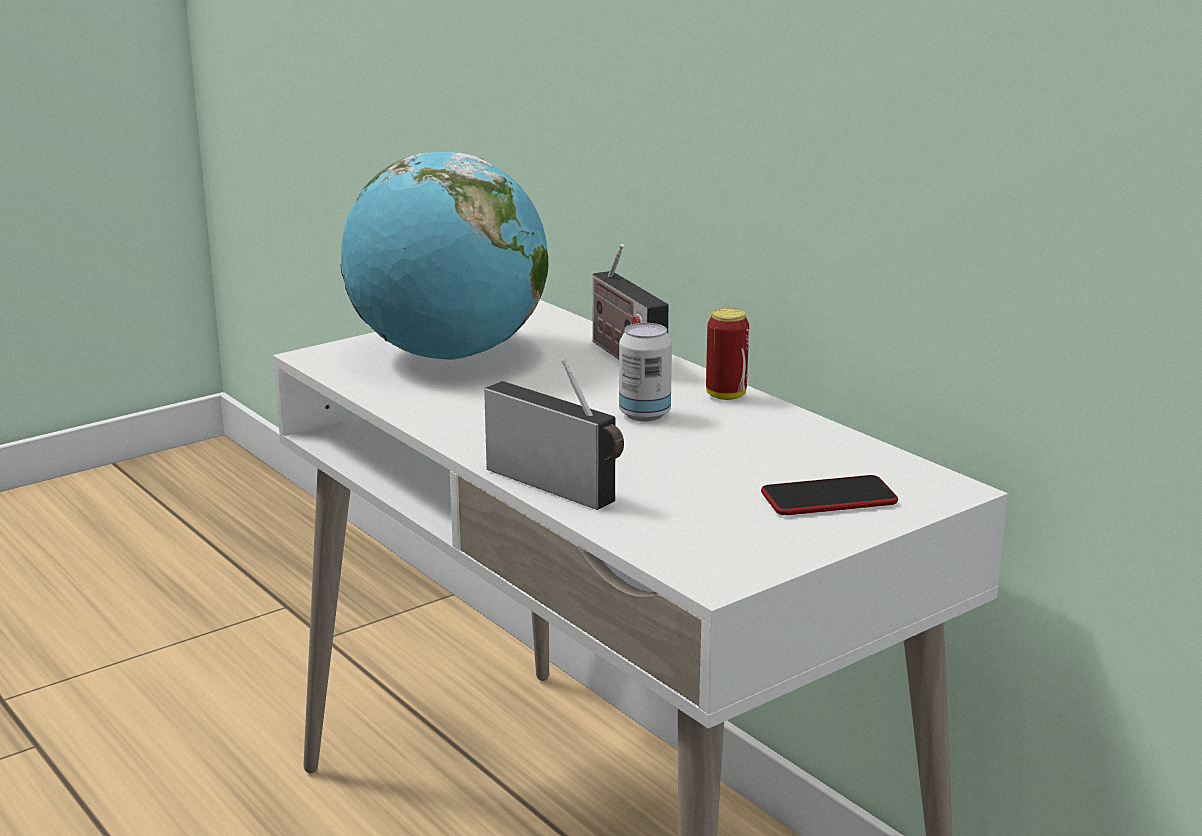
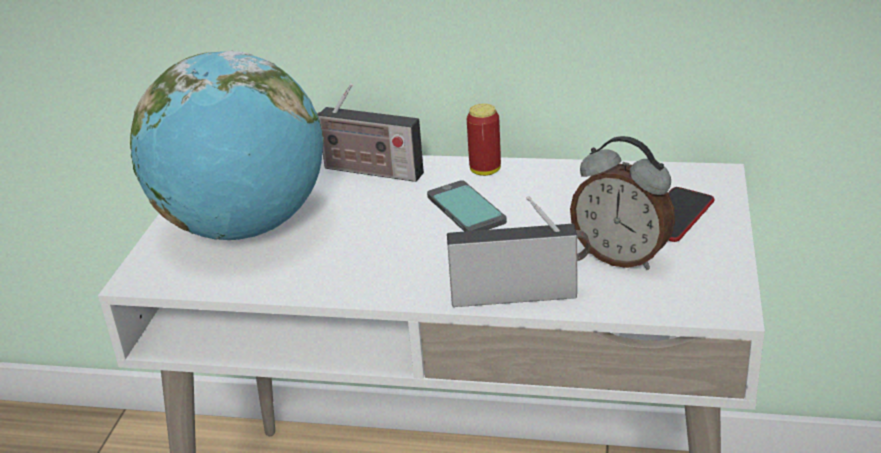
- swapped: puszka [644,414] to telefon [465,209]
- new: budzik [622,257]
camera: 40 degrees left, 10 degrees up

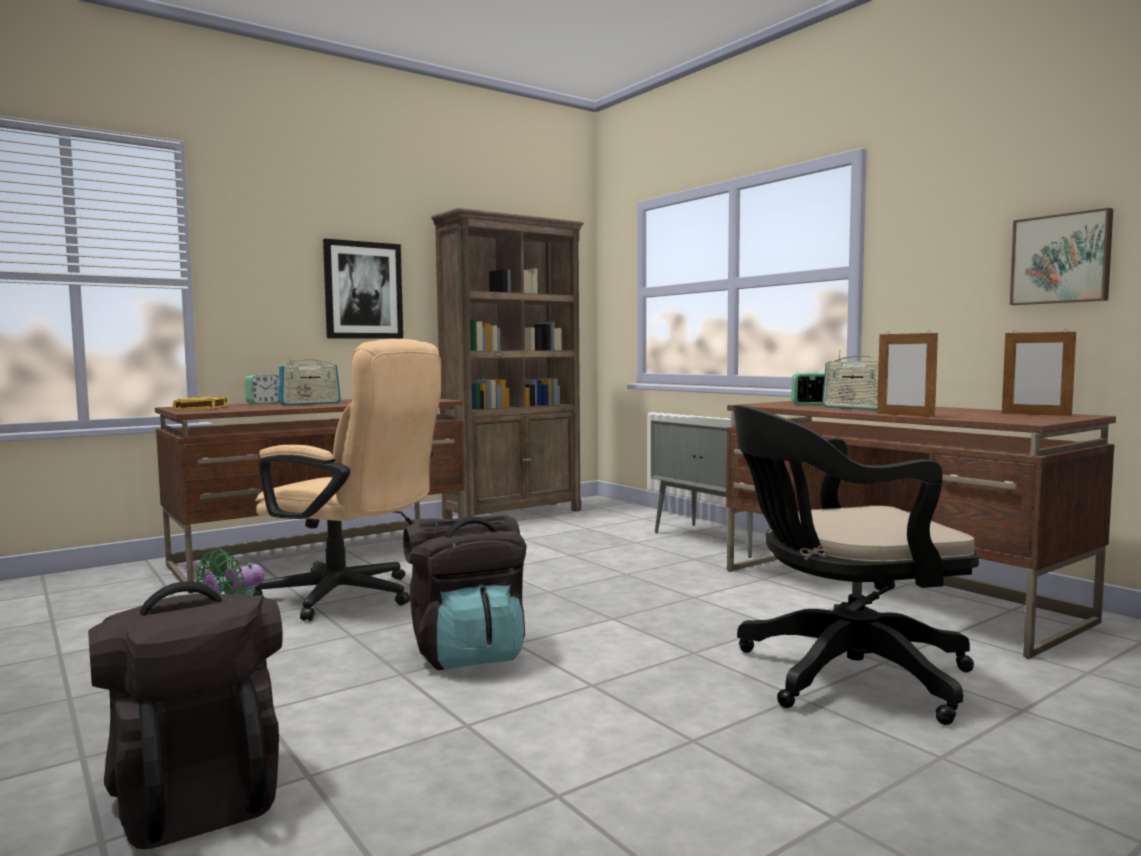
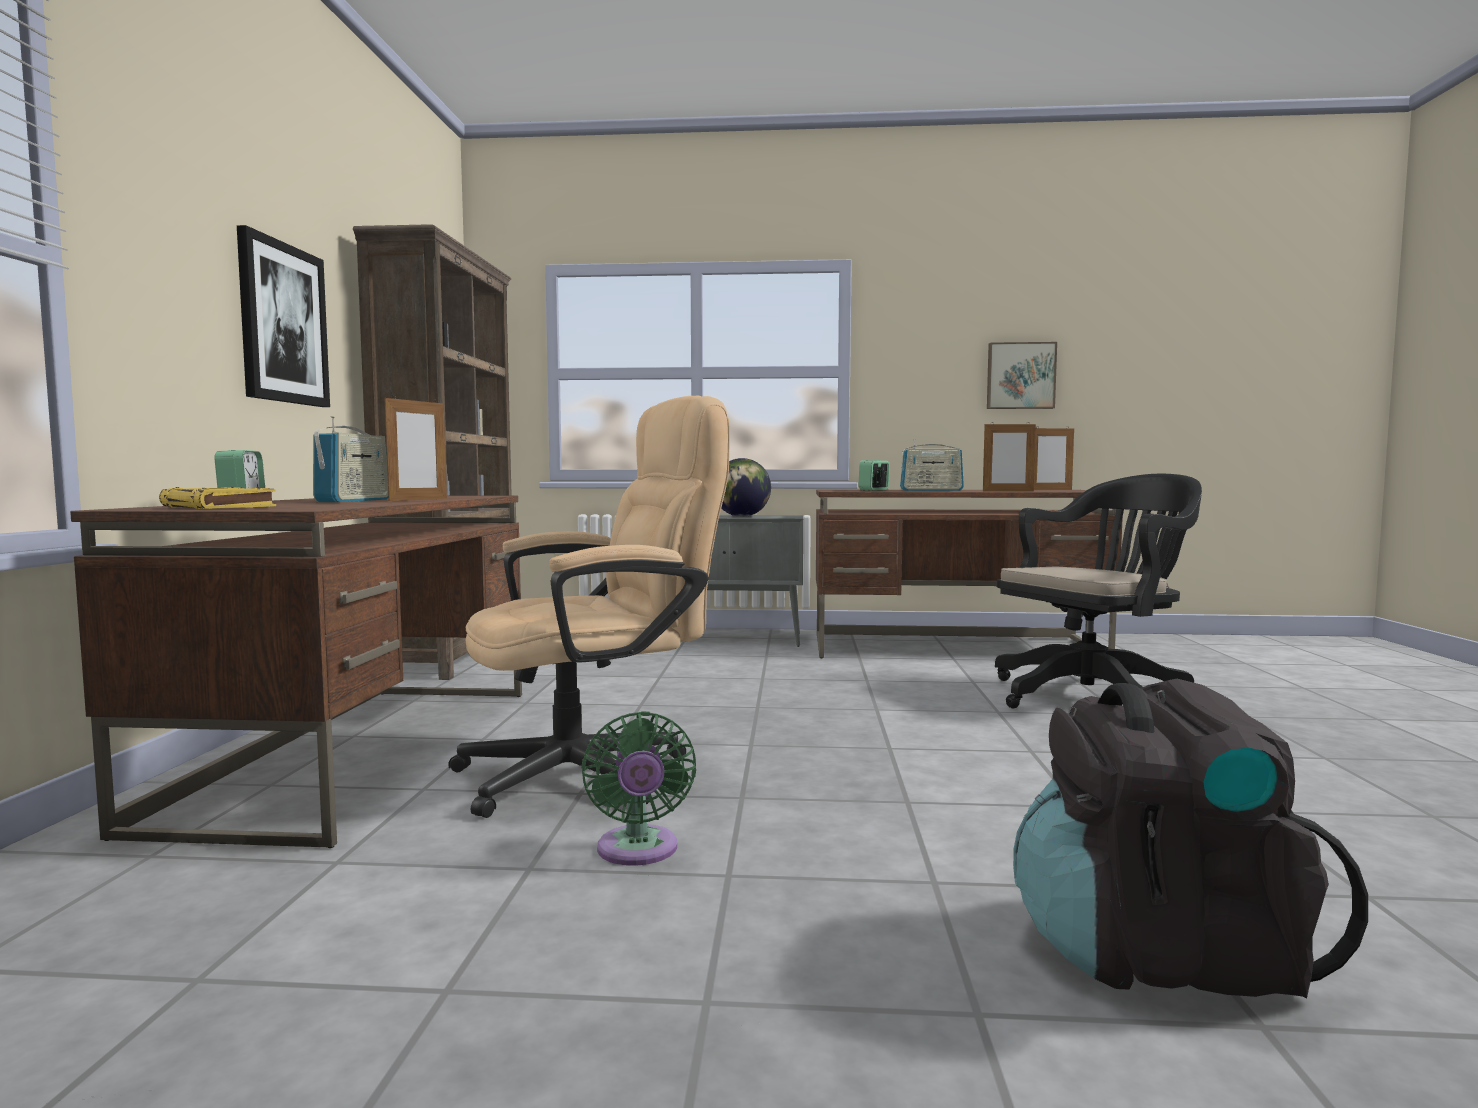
- rotated: krzesło biurowe (czarny) [841,675] = [1094,696] 150 degrees counterclockwise
- gone: plecak (czarny) [467,653]
- new: ramka na zdjęcie [418,500]
- new: globus [741,516]
camera: 50 degrees left, 0 degrees up

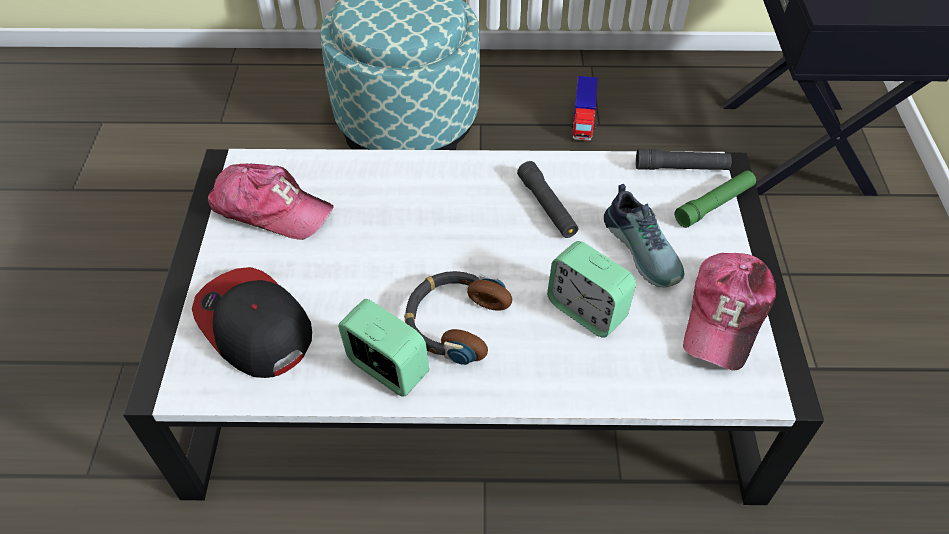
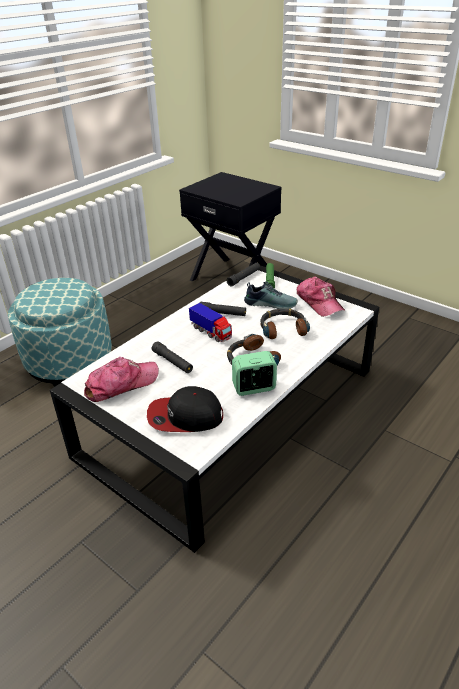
- shifted: ciężarówka zabawkowa [583,121] to [211,332]
- swapped: budzik [586,310] to słuchawki [283,328]
- new: latarka (czarny) [172,362]
camera: 50 degrees left, 15 degrees down

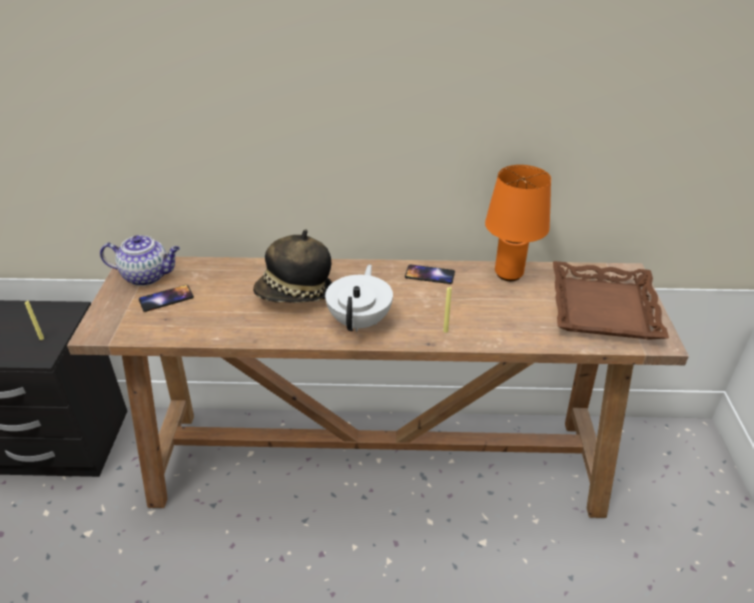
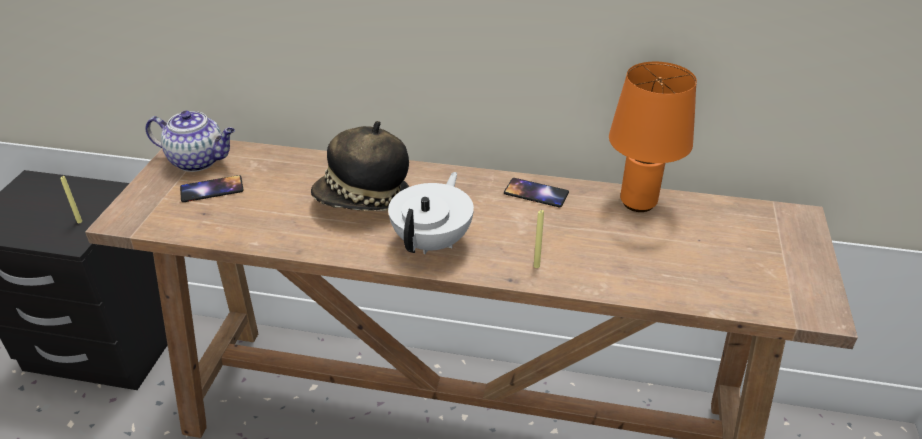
- gone: taca (brązowy) [604,308]
camera: 10 degrees right, 0 degrees up

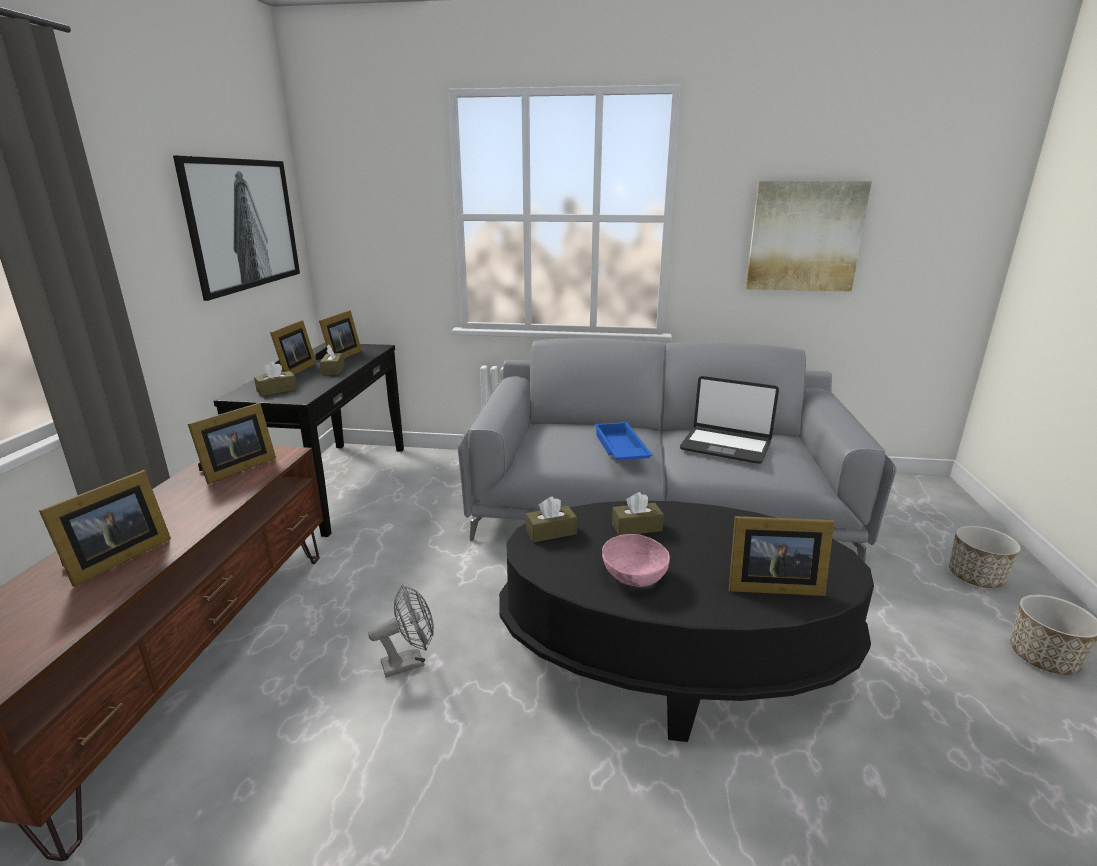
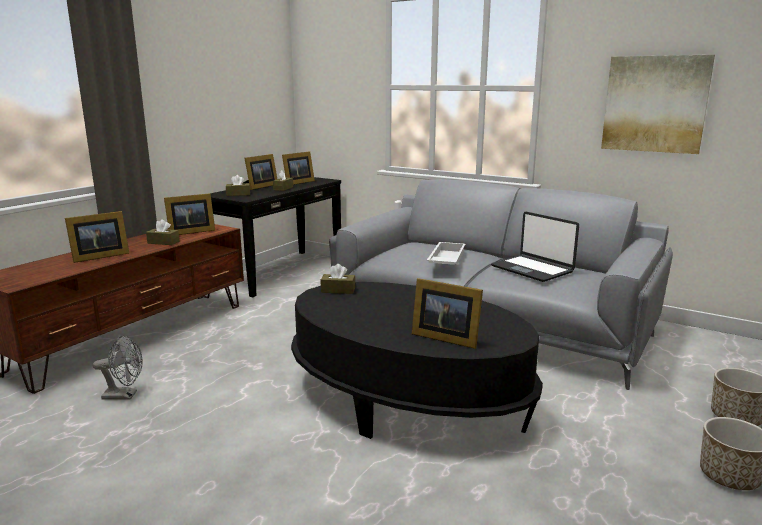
- gone: obraz [242,224]
- repainted: taca (niebieski) [619,449] to taca (biały) [445,260]
- shifted: pudełko chusteczek (brązowy) [636,527] to [163,242]
- gone: miska (różowy) [634,576]
- shifted: wentylator (szary) [410,662] to [125,395]
camera: 25 degrees right, 5 degrees down

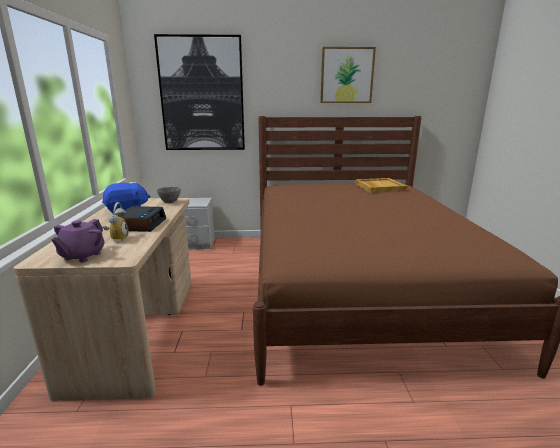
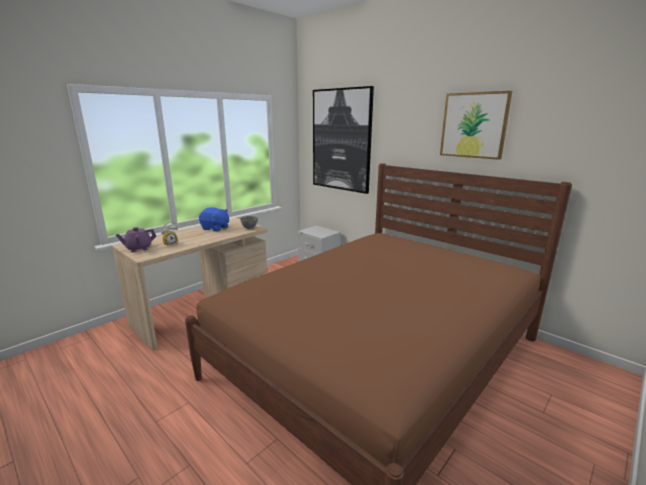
- gone: taca (beżowy) [379,187]
- gone: budzik [140,224]
camera: 45 degrees right, 0 degrees up

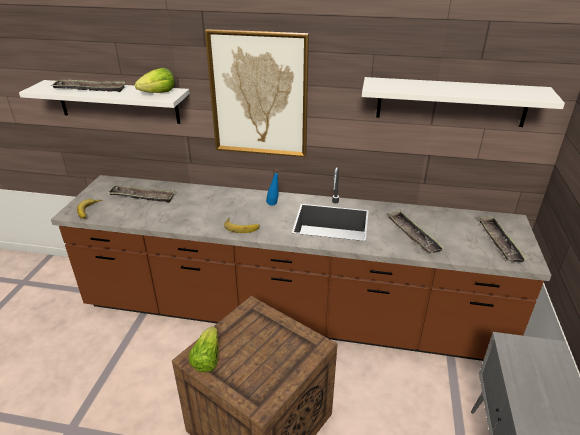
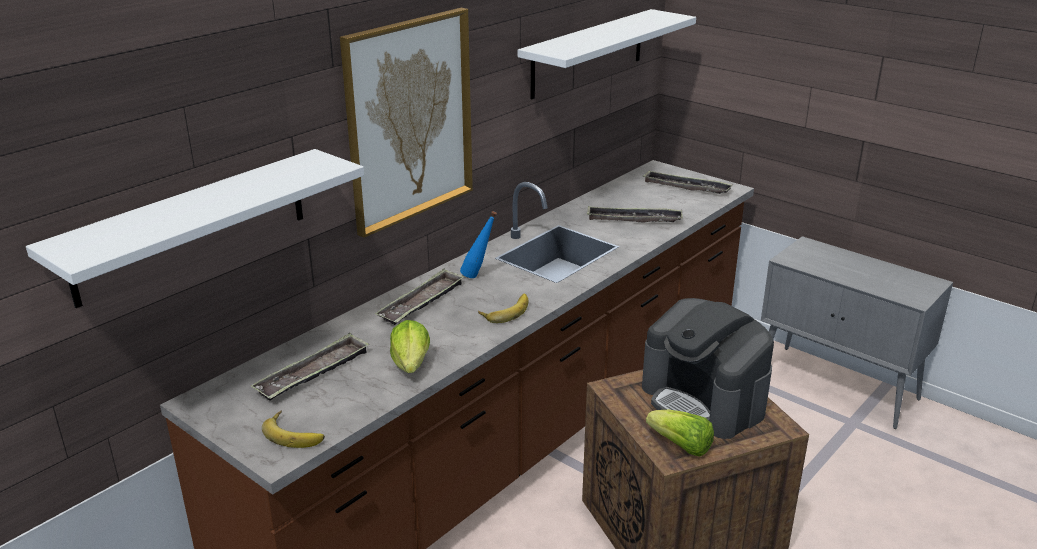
- shifted: sałata [158,93] to [411,364]
- shifted: taca [90,89] to [422,302]
- new: ekspres do kawy [704,400]
camera: 60 degrees left, 5 degrees down

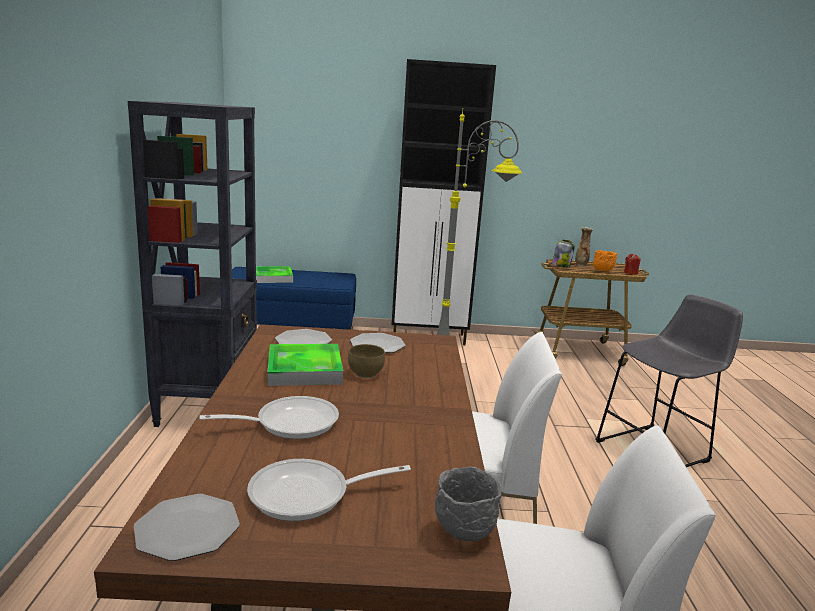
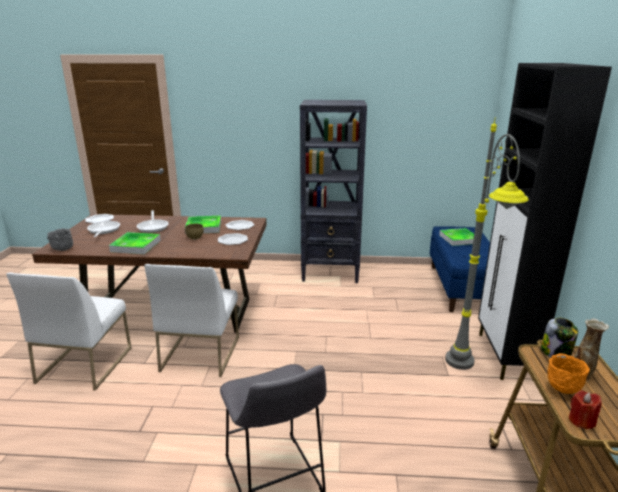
- new: taca [136,246]
camera: 95 degrees right, 5 degrees up

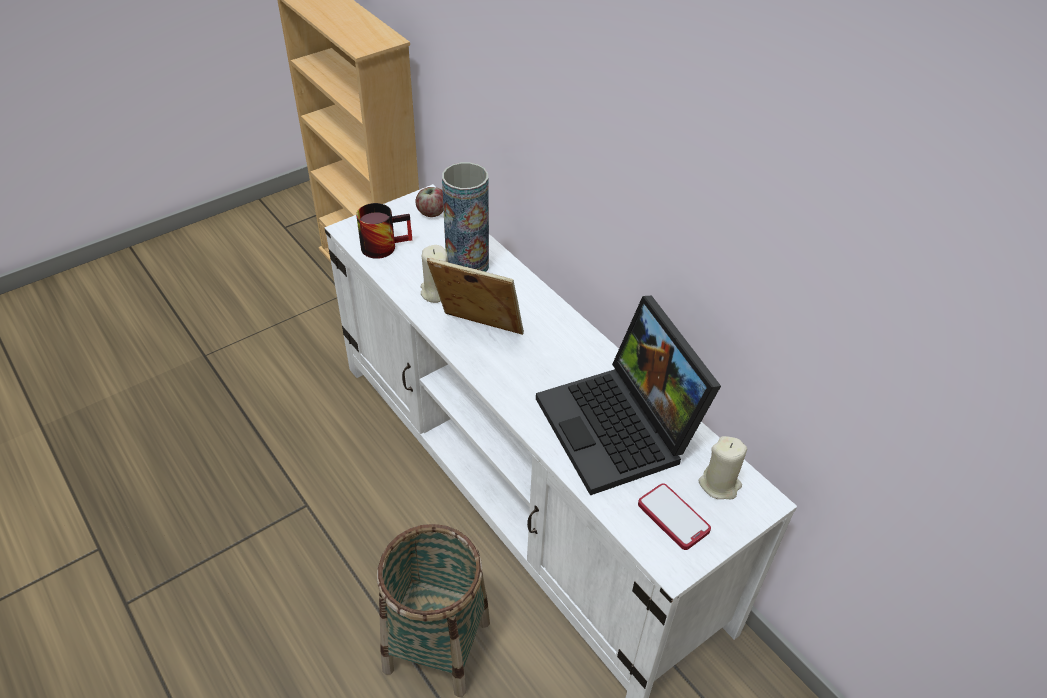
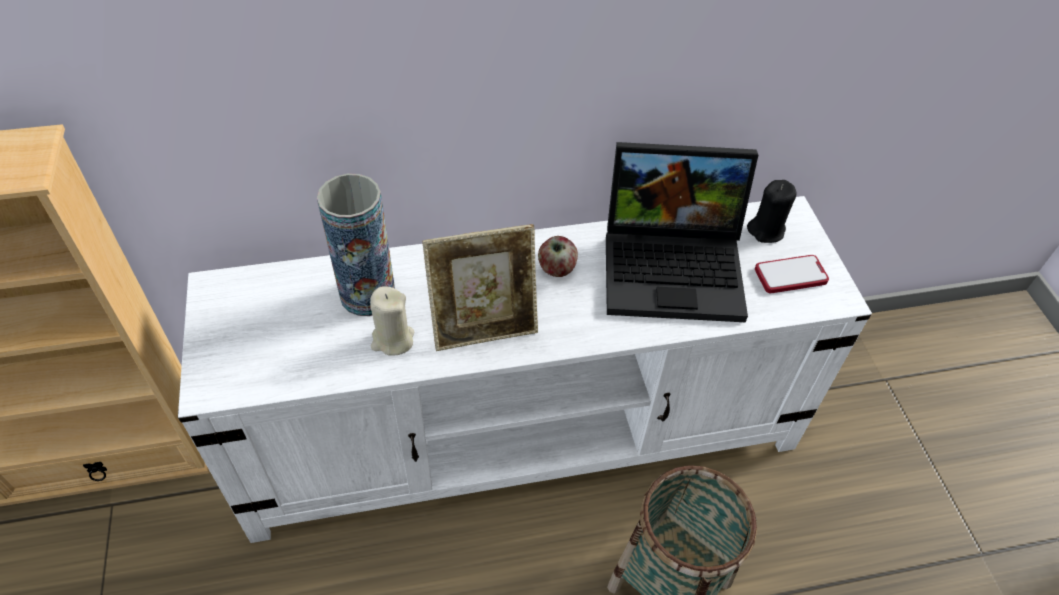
- shifted: jabłko [431,212] to [556,269]
- gone: kubek [384,244]
- rotated: ramka na zdjęcie [477,333] = [484,326] 150 degrees counterclockwise
- repainted: świeca (beżowy) [719,484] to świeca (czarny) [766,230]
camera: 65 degrees left, 5 degrees up

